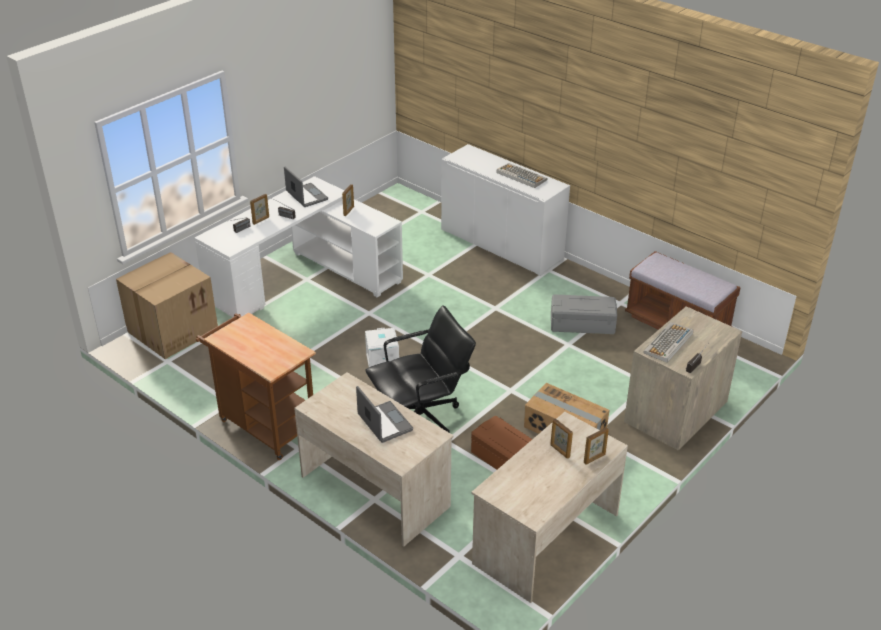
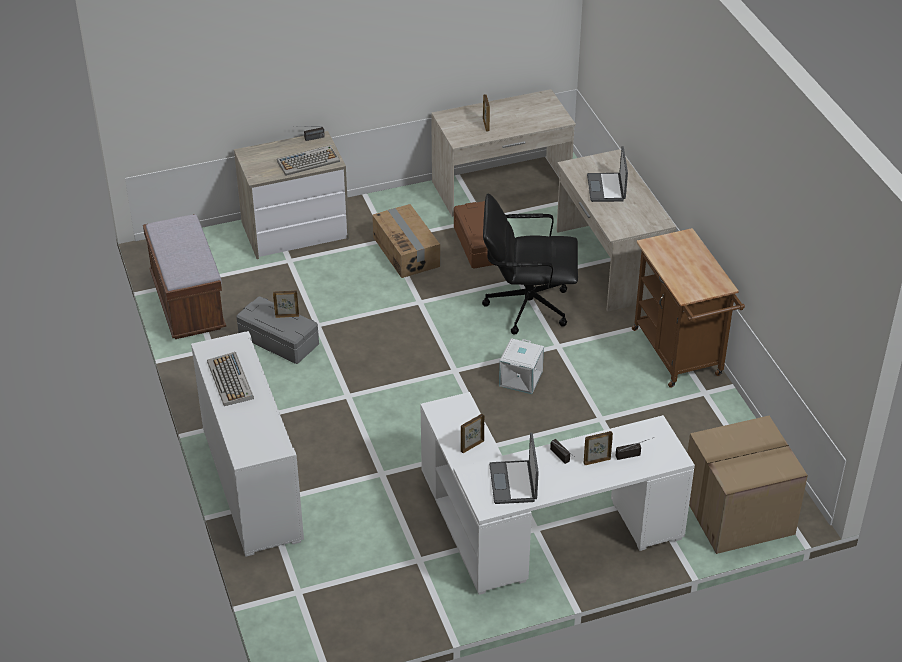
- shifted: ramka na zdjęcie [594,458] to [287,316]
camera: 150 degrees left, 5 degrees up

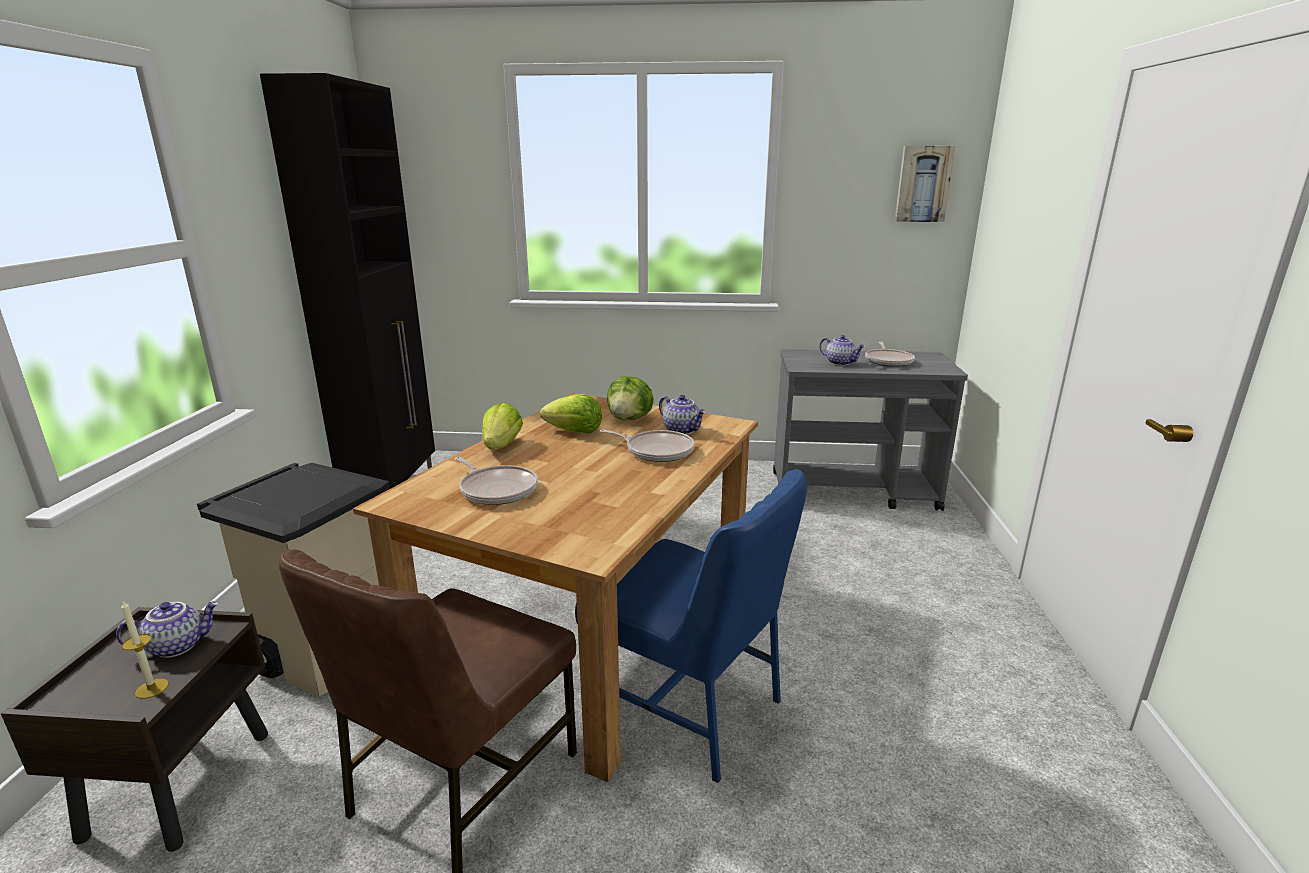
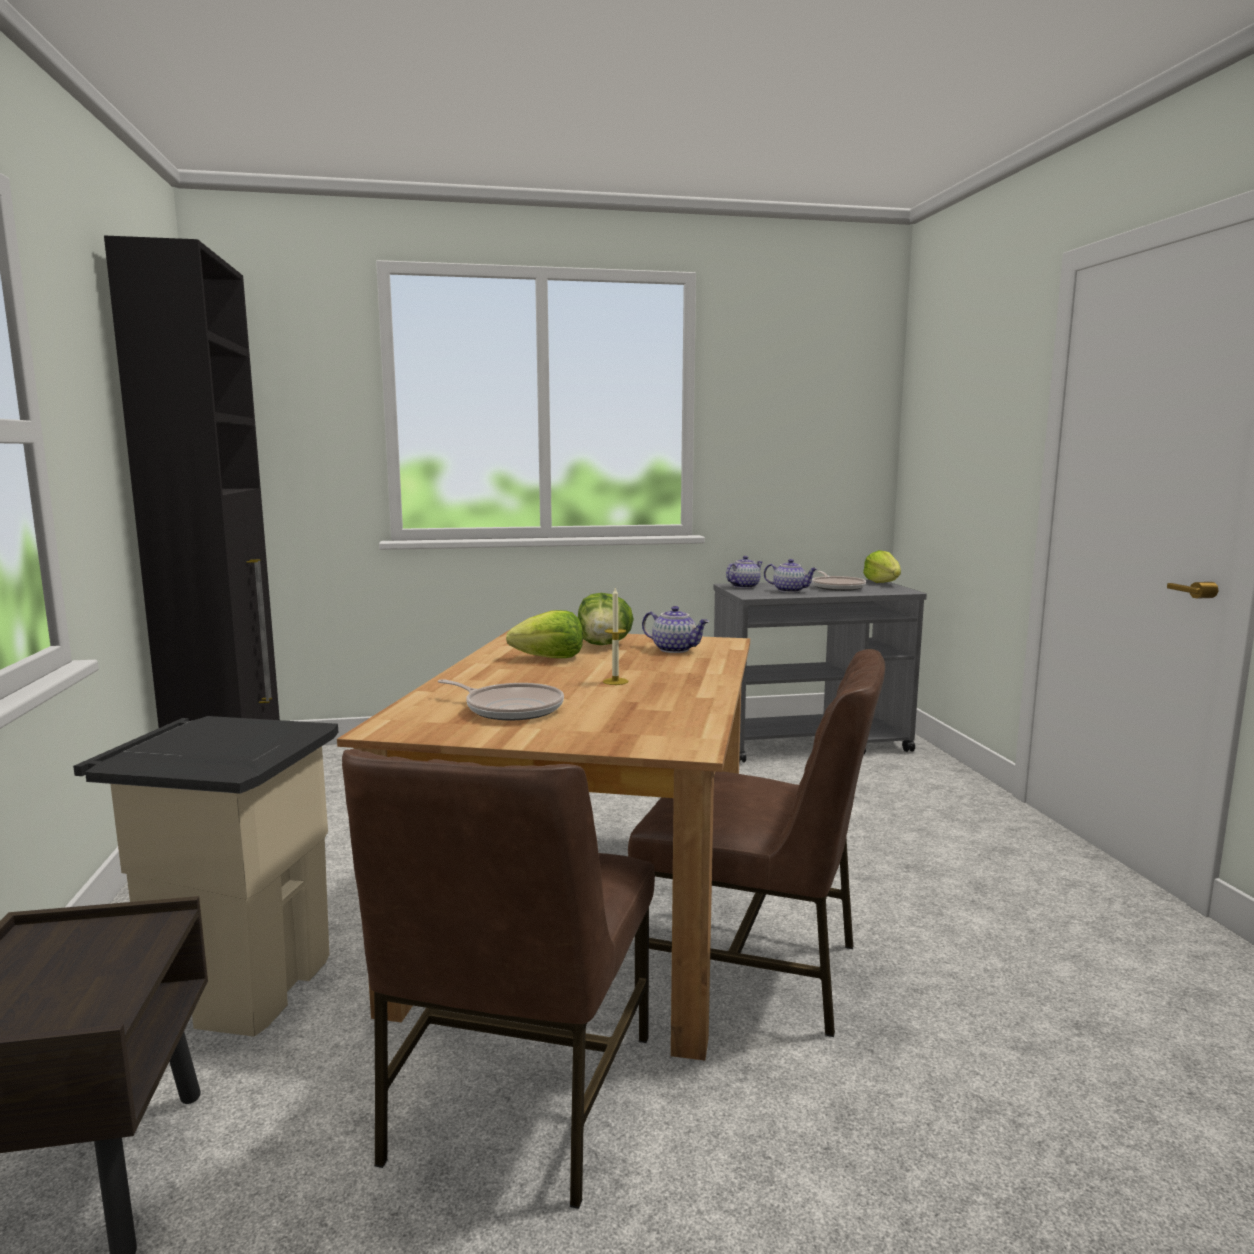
- gone: obraz [923,184]
- shifted: sałata [501,446] to [882,583]
- gone: patelnia [656,451]
- repainted: krzesło (niebieski) [688,707] to krzesło (brązowy) [754,969]
- shifted: świeca [152,688] to [615,681]
- shifted: imbryk [177,645] to [743,586]
camera: 15 degrees left, 10 degrees down

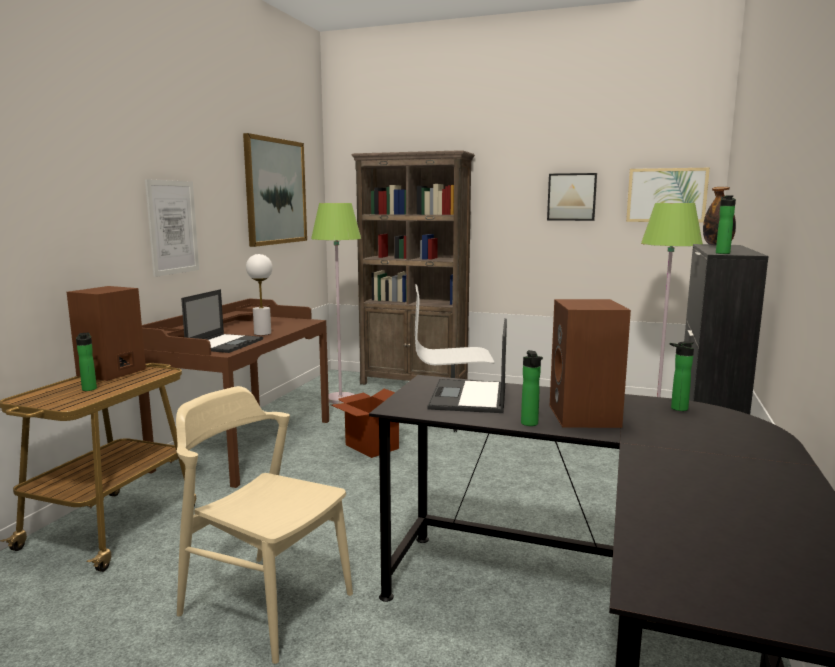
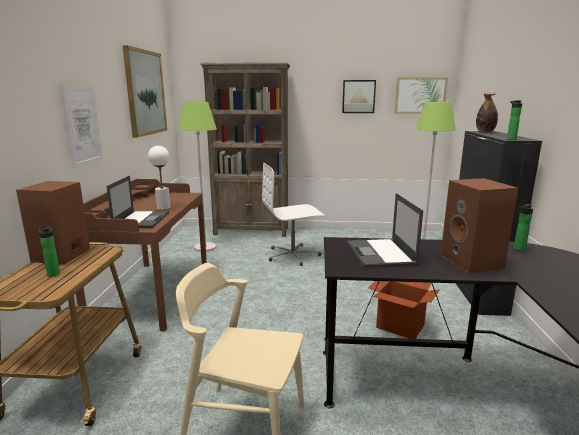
- gone: butelka [530,424]
- shifted: karton [371,446] to [399,326]
camera: 15 degrees left, 5 degrees up

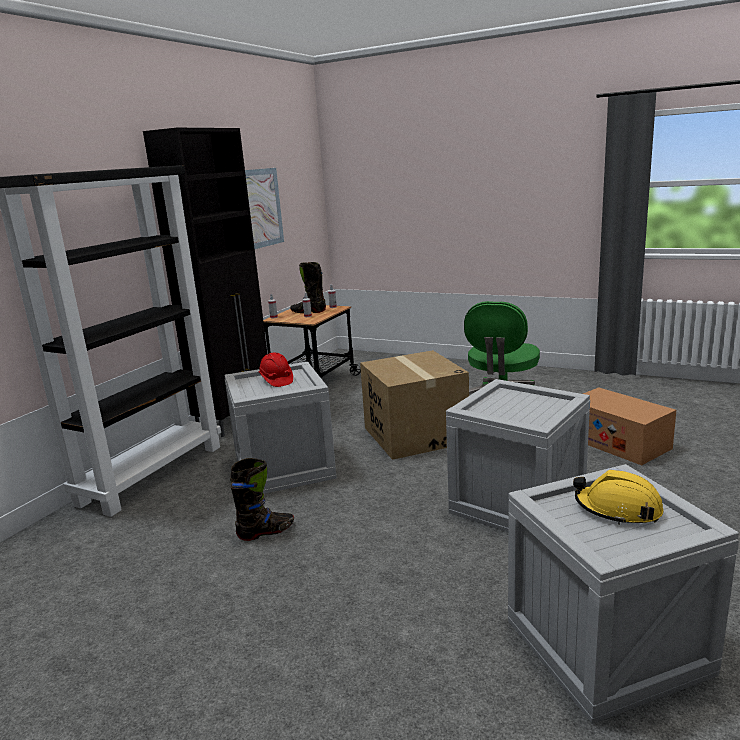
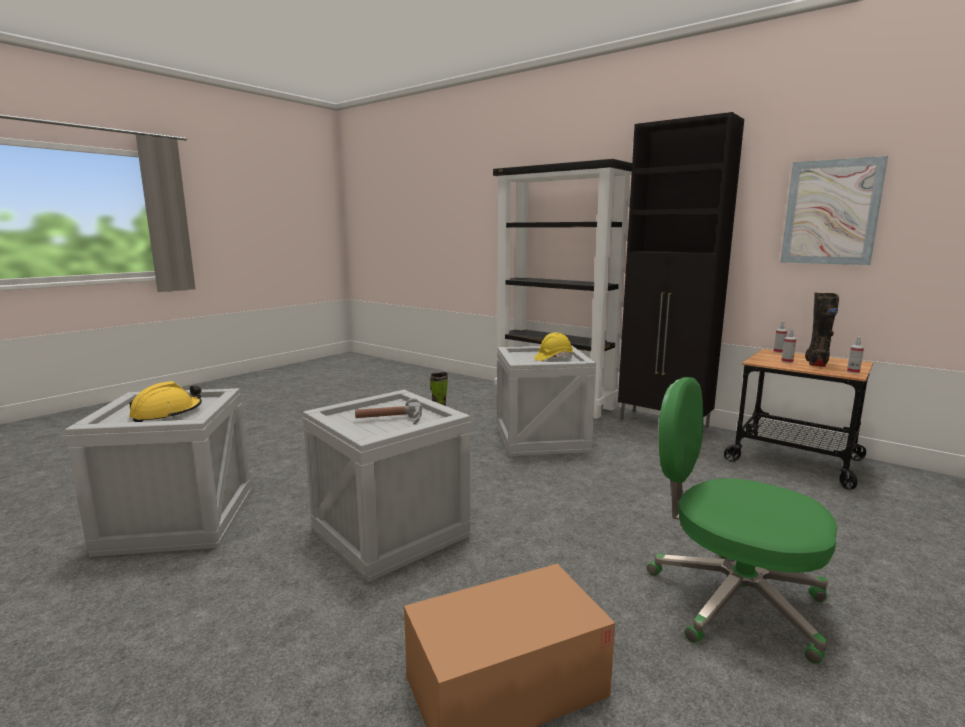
- gone: karton [415,435]
- repainted: kask (czerwony) [276,380] to kask (żółty) [553,358]
- new: młotek [390,421]
camera: 100 degrees right, 5 degrees down

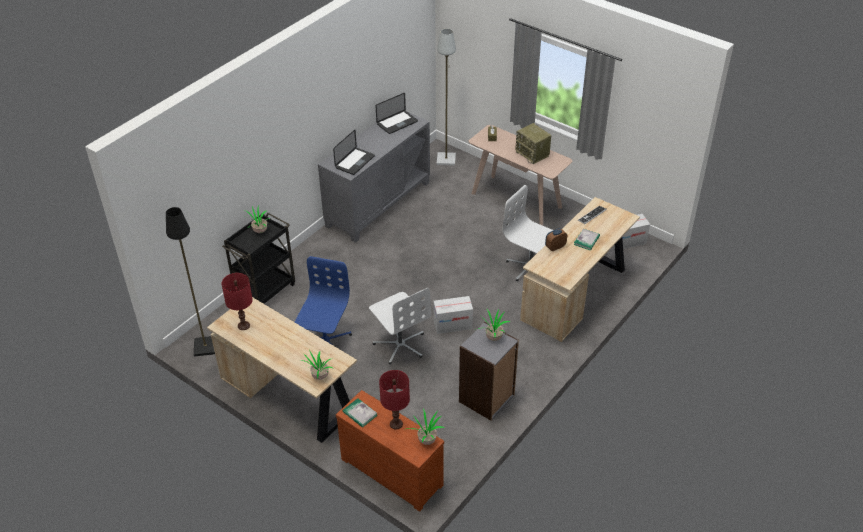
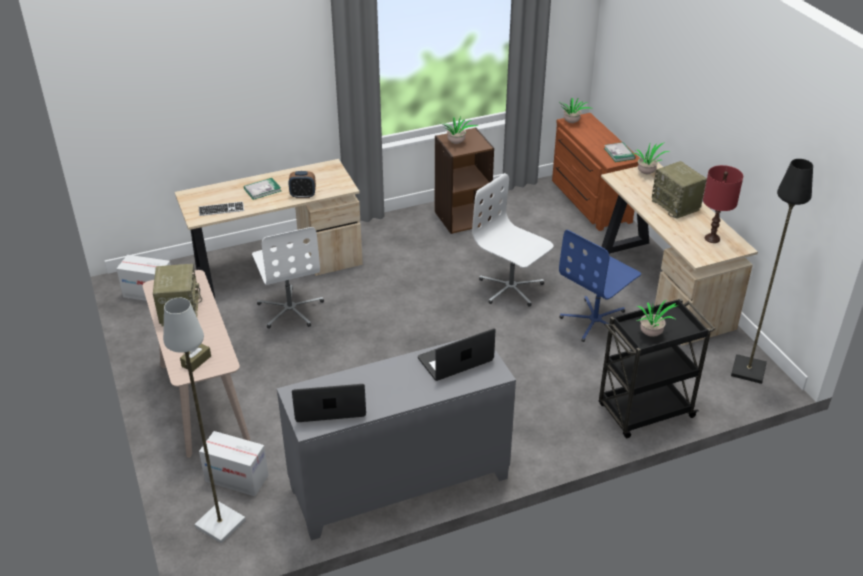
- rotated: krzesło biurowe (biały) [400,345] = [510,288] 45 degrees counterclockwise
- shifted: karton [452,325] to [237,478]
- repainted: regał (szary) [487,399] to regał (brązowy) [462,217]
- gone: lampa stołowa (czerwony) [396,423]
- new: radio [676,205]
camera: 150 degrees left, 5 degrees down

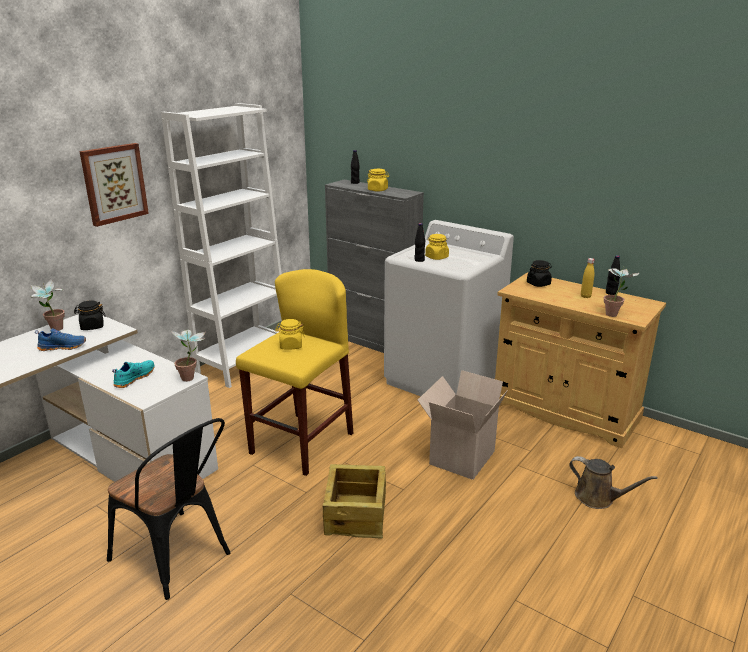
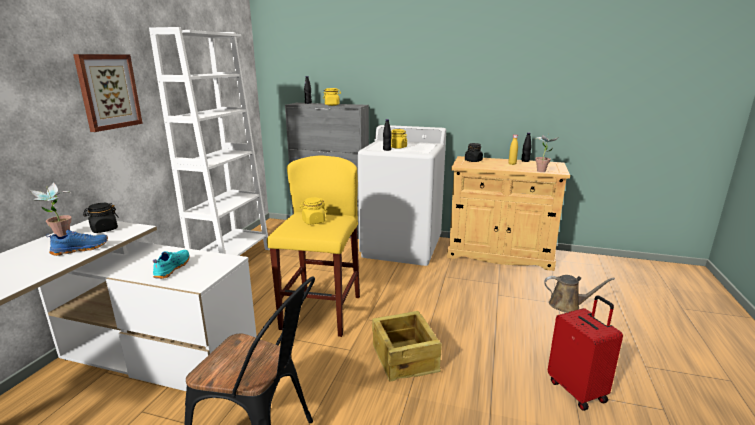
- gone: roślina doniczkowa [192,378]
- gone: karton [460,456]
- new: walizka (czerwony) [577,390]
camera: 20 degrees left, 5 degrees down

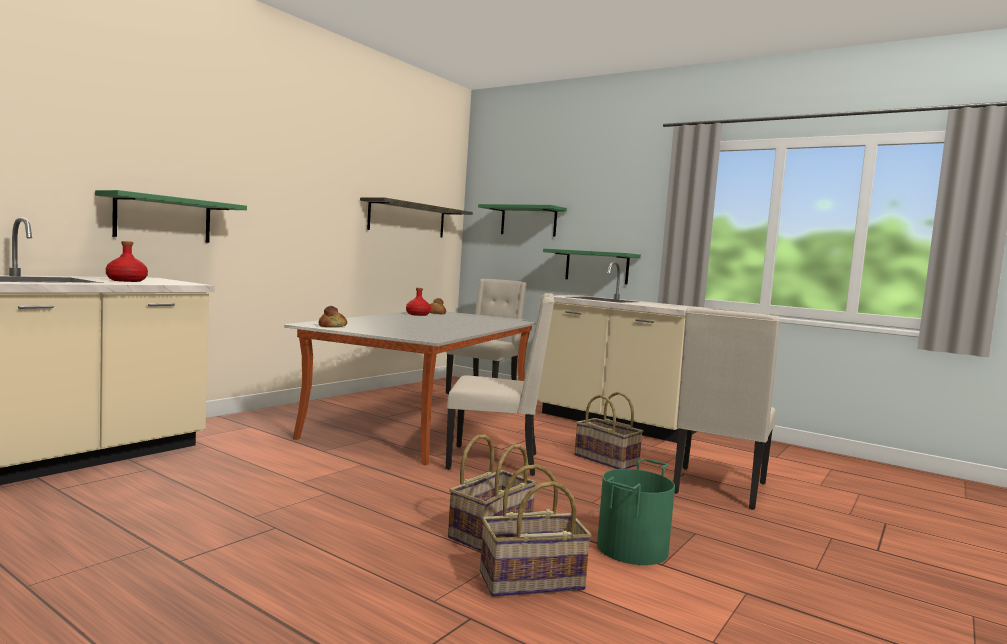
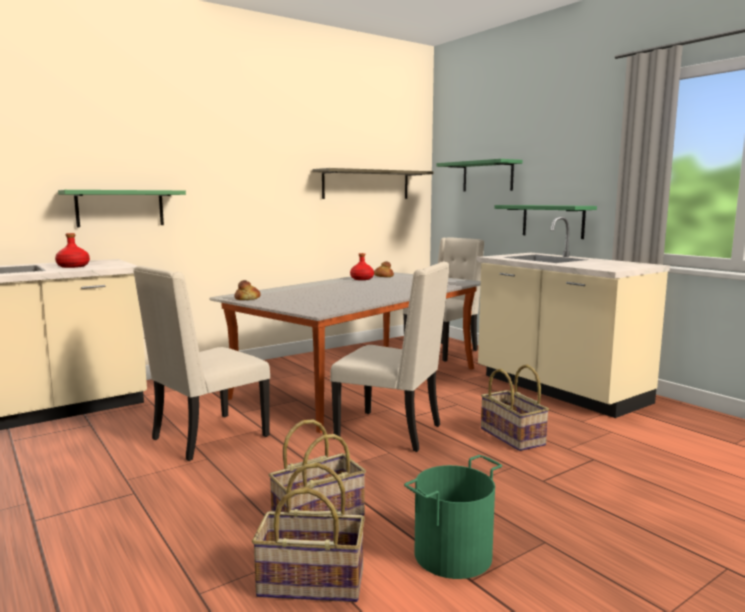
- shifted: krzesło (beżowy) [718,488] to [207,438]
camera: 20 degrees right, 5 degrees up

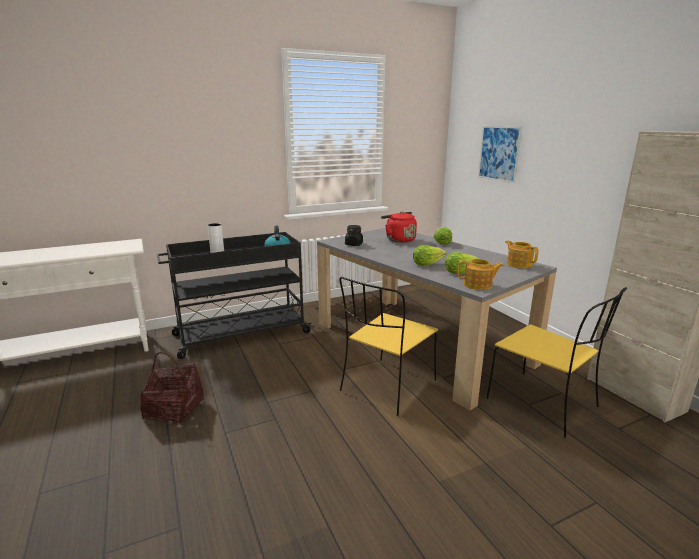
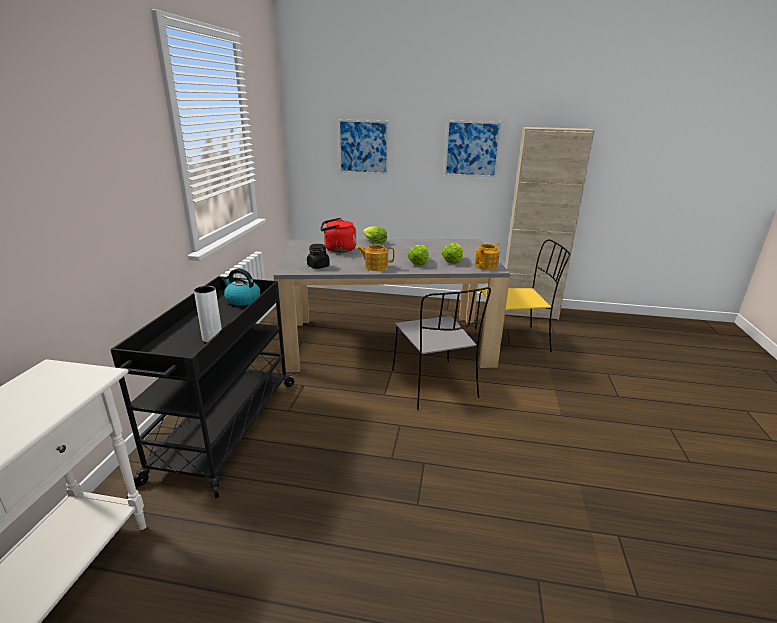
- shifted: imbryk [519,264] to [375,267]
- repainted: krzesło (żółty) [387,387] to krzesło (szary) [435,385]
- gone: koszyk [174,409]
- new: obraz [472,149]
camera: 55 degrees left, 5 degrees up

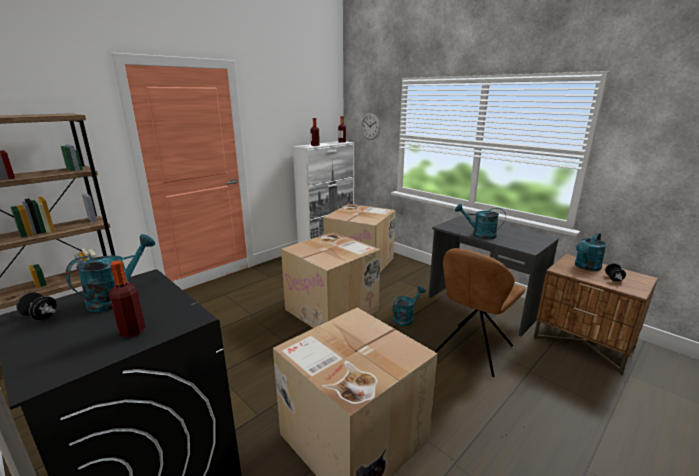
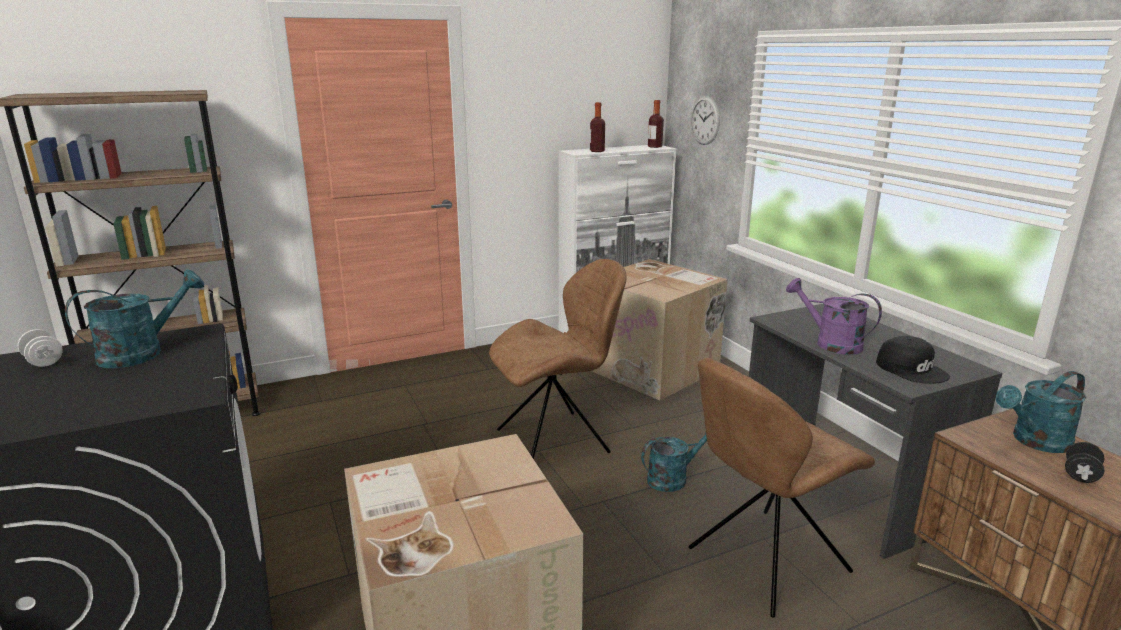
- repainted: konewka (turkusowy) [479,234] to konewka (fioletowy) [830,343]
- swapped: karton [333,310] to krzesło (brązowy) [556,440]
- gone: butelka [132,331]
- repainted: hantel (czarny) [40,316] to hantel (biały) [44,362]
- new: czapka z daszkiem (czarny) [911,369]
camera: 20 degrees right, 0 degrees up

